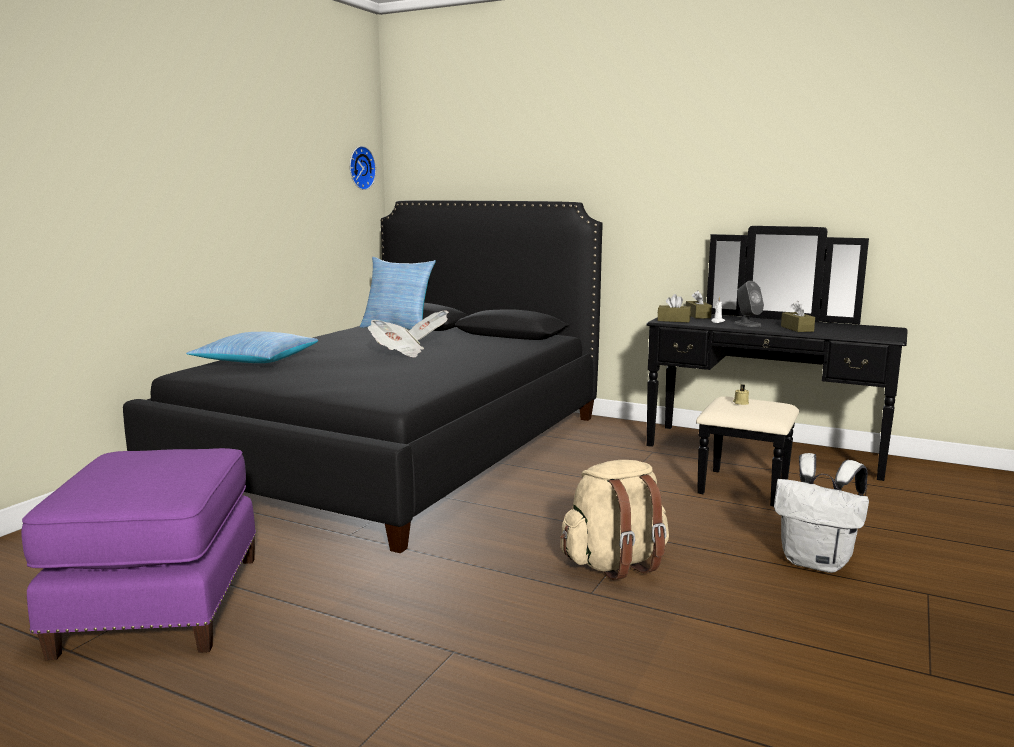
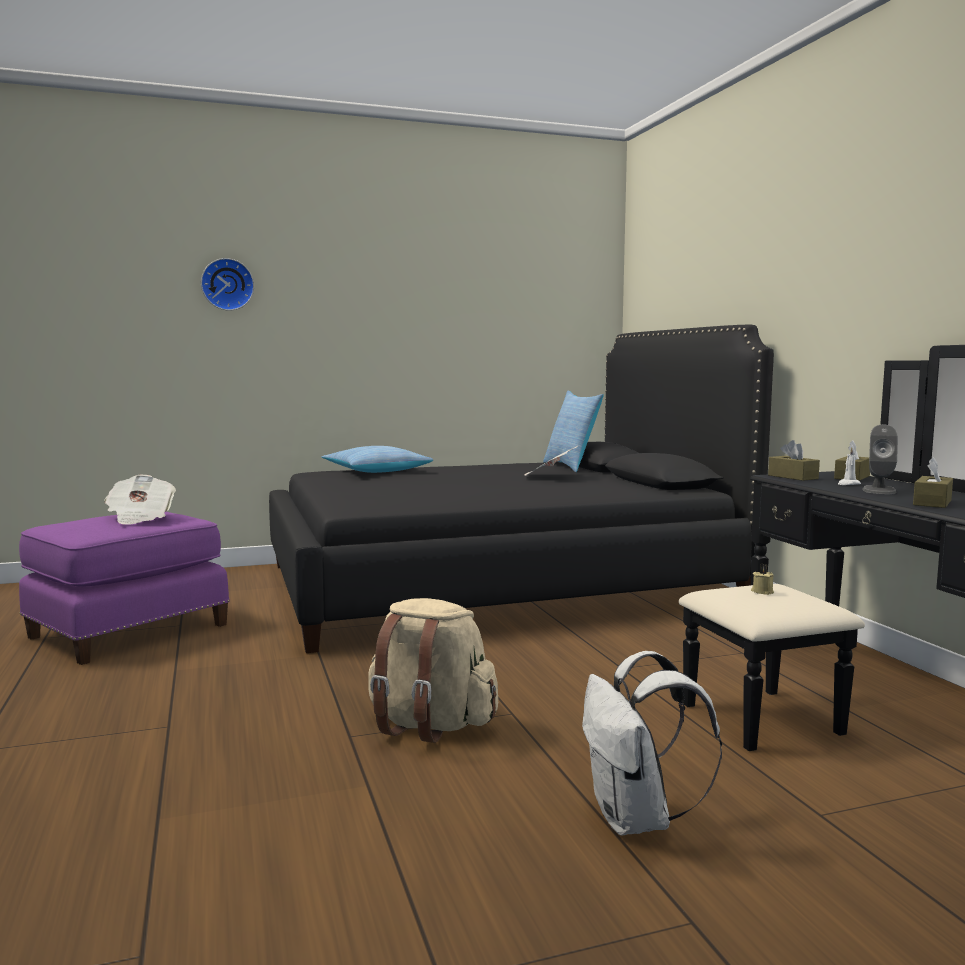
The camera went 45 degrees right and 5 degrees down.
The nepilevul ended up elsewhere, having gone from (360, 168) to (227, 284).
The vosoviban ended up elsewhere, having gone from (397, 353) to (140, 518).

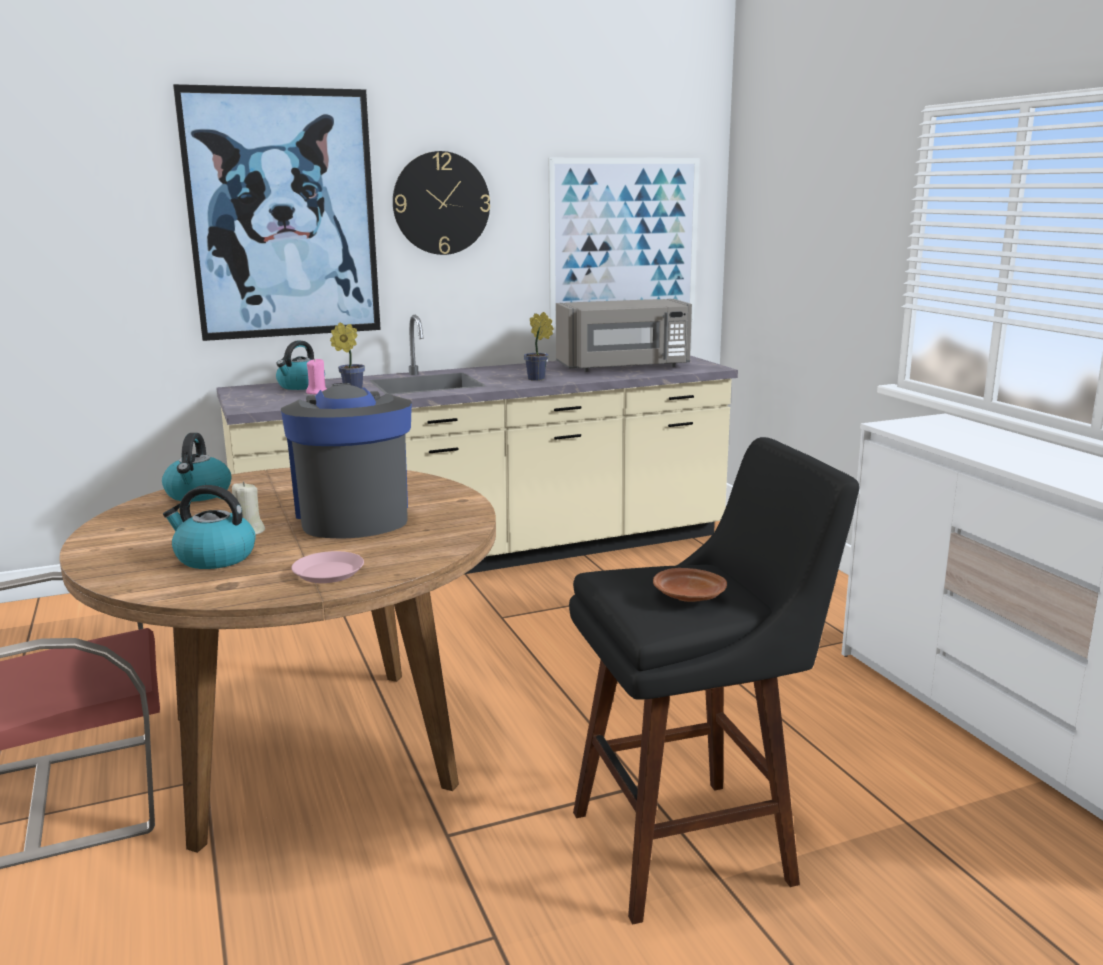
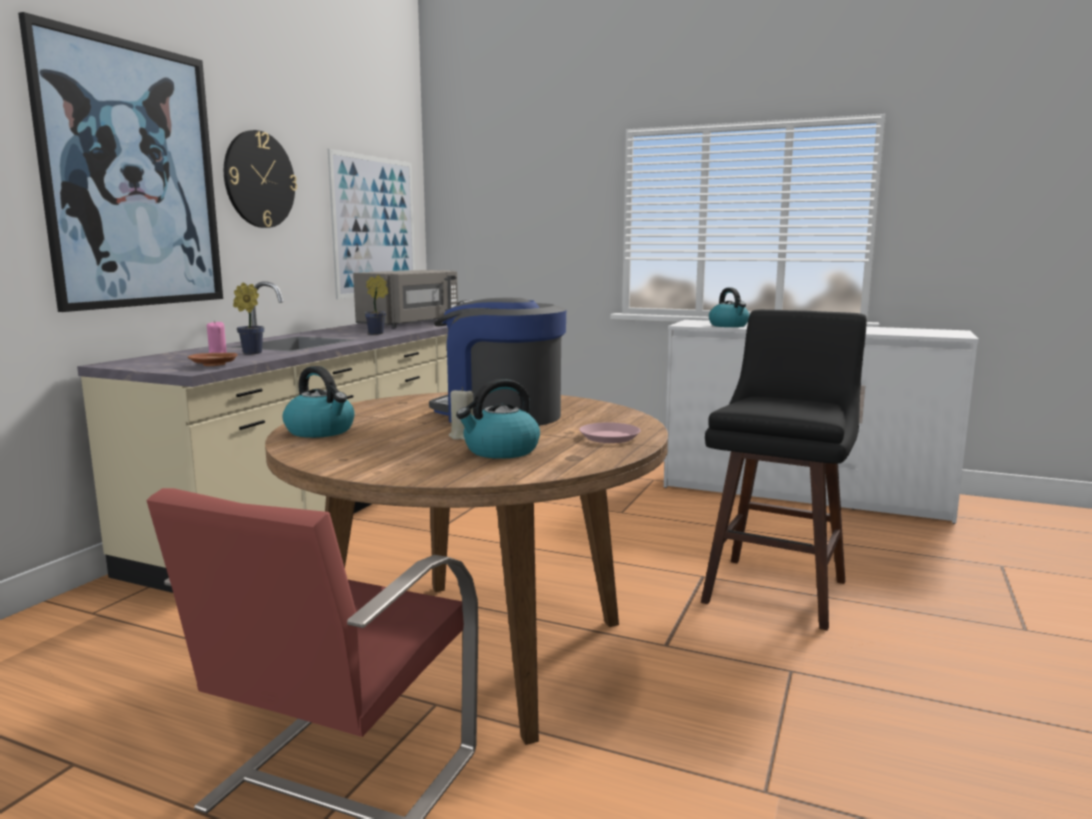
The camera went 45 degrees left and 5 degrees down.
The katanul ended up elsewhere, having gone from (301, 386) to (729, 325).
The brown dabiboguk ended up elsewhere, having gone from (690, 596) to (214, 365).

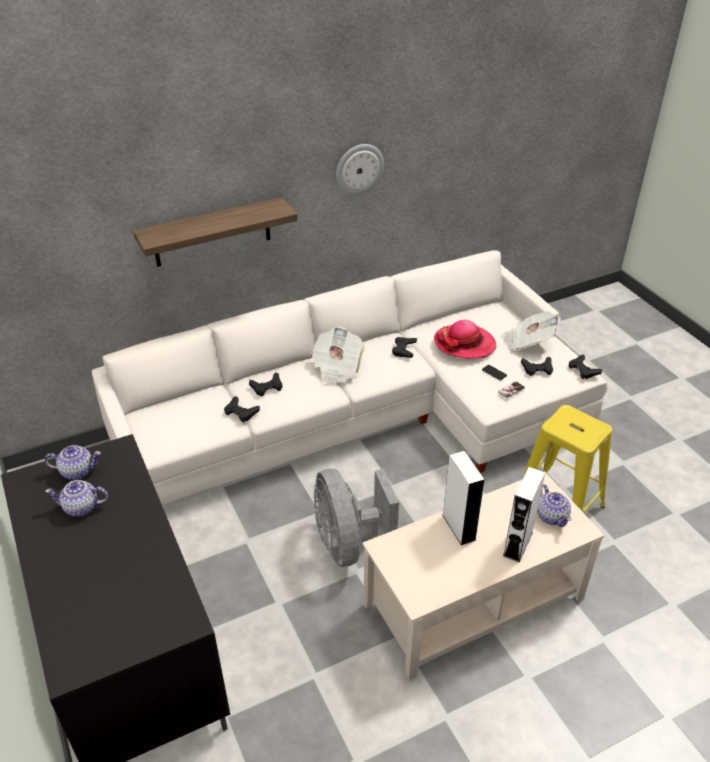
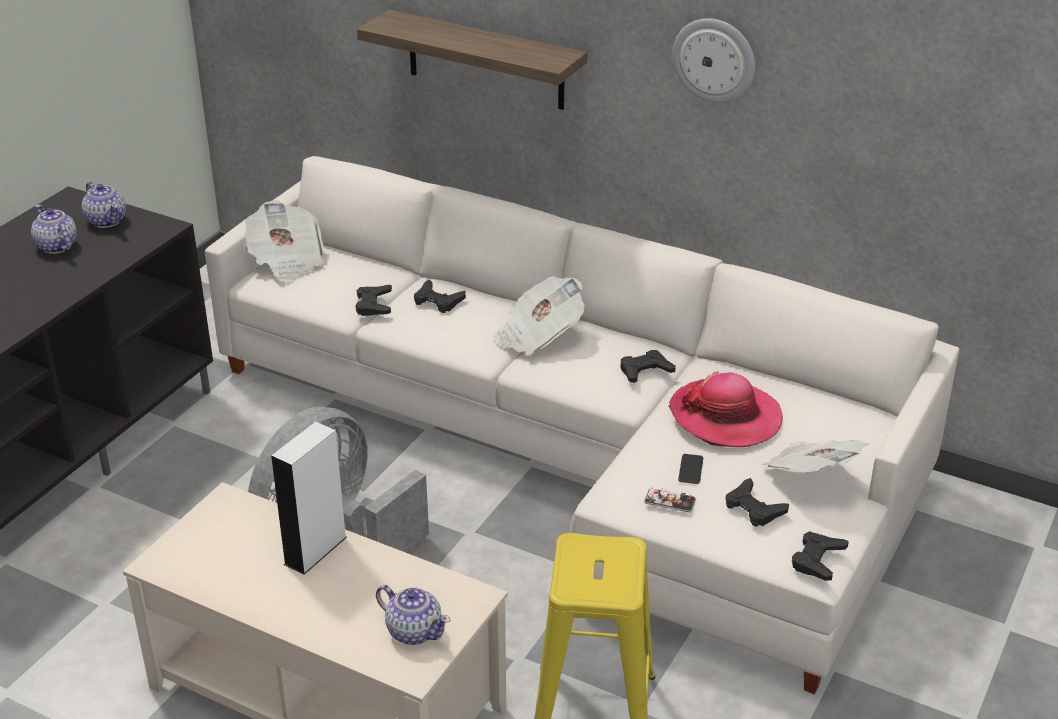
The camera went 55 degrees right and 5 degrees down.
The second view lost the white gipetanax at (518, 544).
The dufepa at (552, 516) ended up facing another way, 90 degrees counterclockwise from before.
The second view gained the vosoviban at (286, 261).

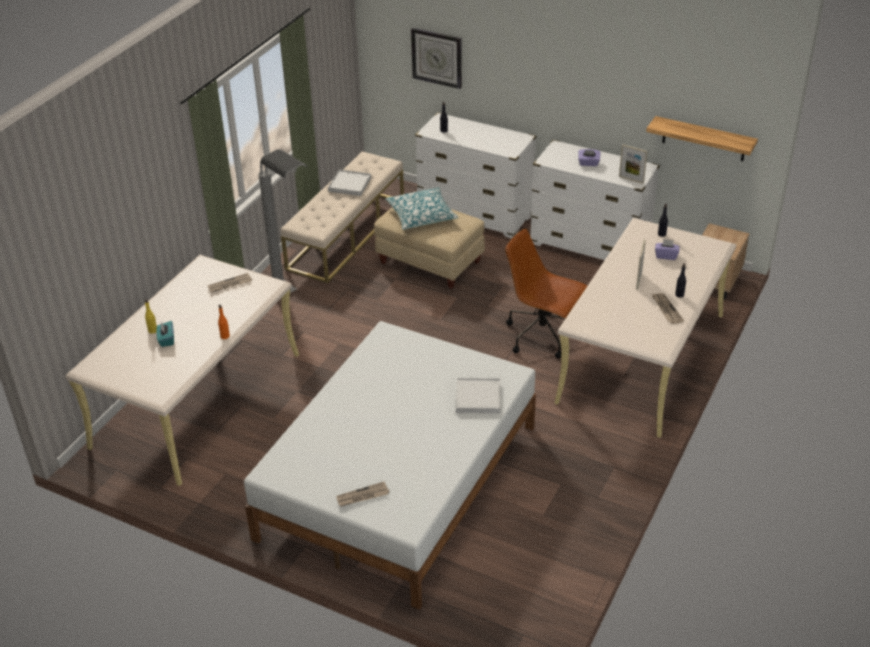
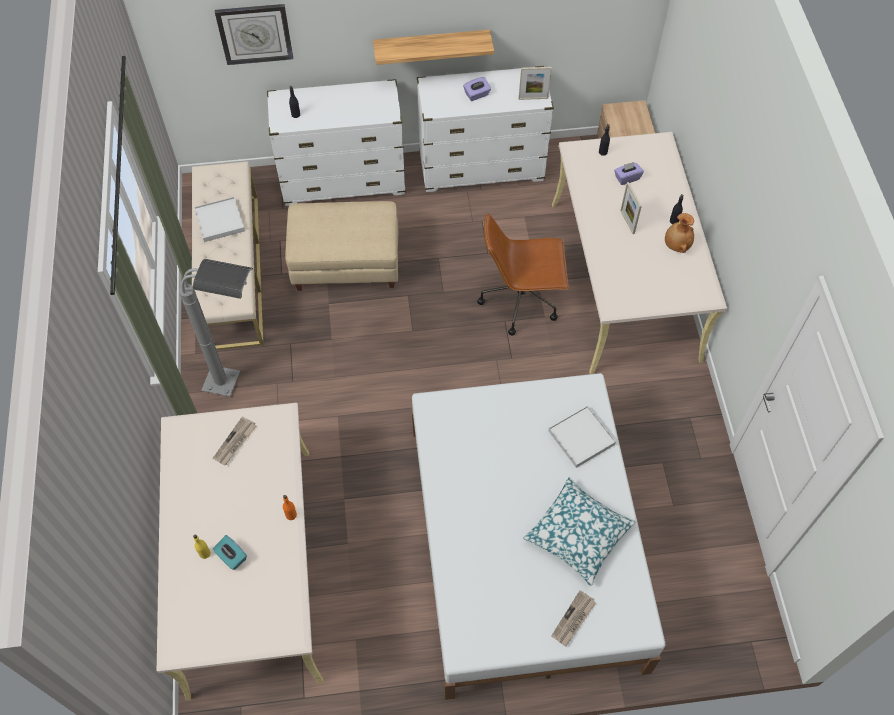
The camera went 35 degrees left and 20 degrees up.
The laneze ended up elsewhere, having gone from (704, 139) to (431, 46).
The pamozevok ended up elsewhere, having gone from (421, 215) to (578, 534).
Where the vosoviban stood at (666, 309), the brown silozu came to stand at (676, 245).

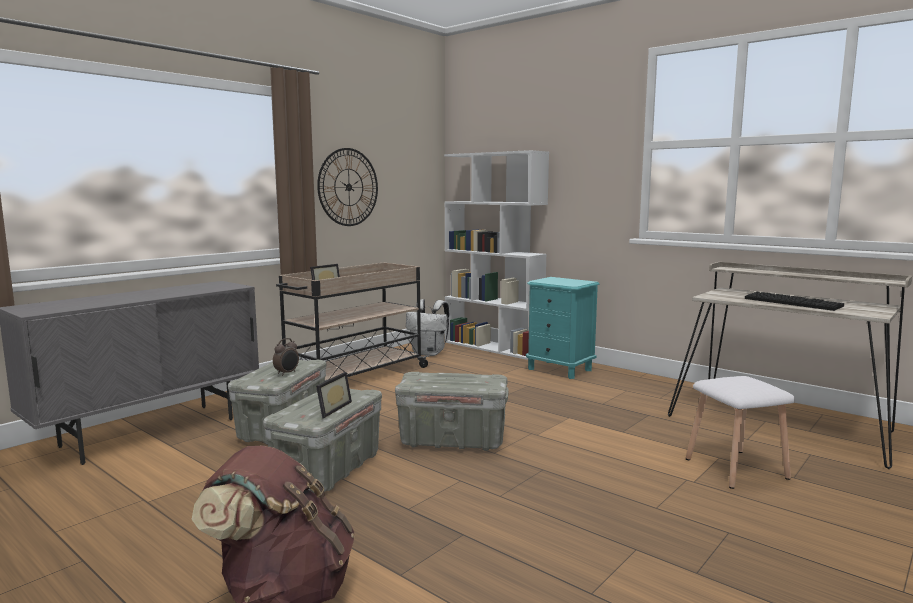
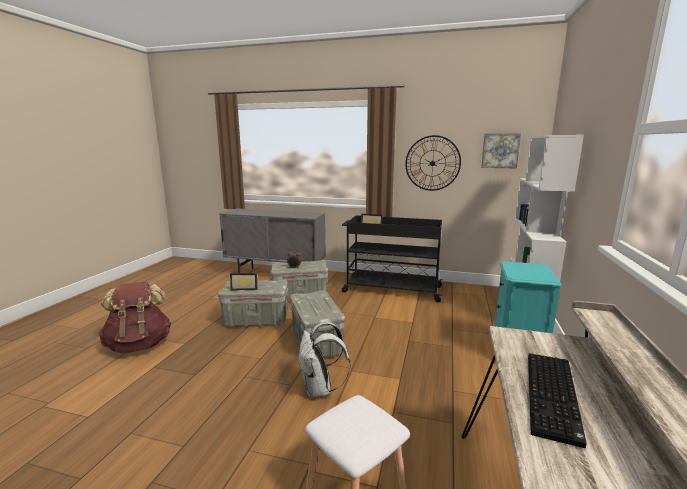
The camera went 65 degrees right and 5 degrees up.
What was the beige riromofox at (354, 377) turned into the black riromofox at (391, 289).
The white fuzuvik ended up elsewhere, having gone from (429, 353) to (320, 389).
The second view gained the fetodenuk at (500, 150).

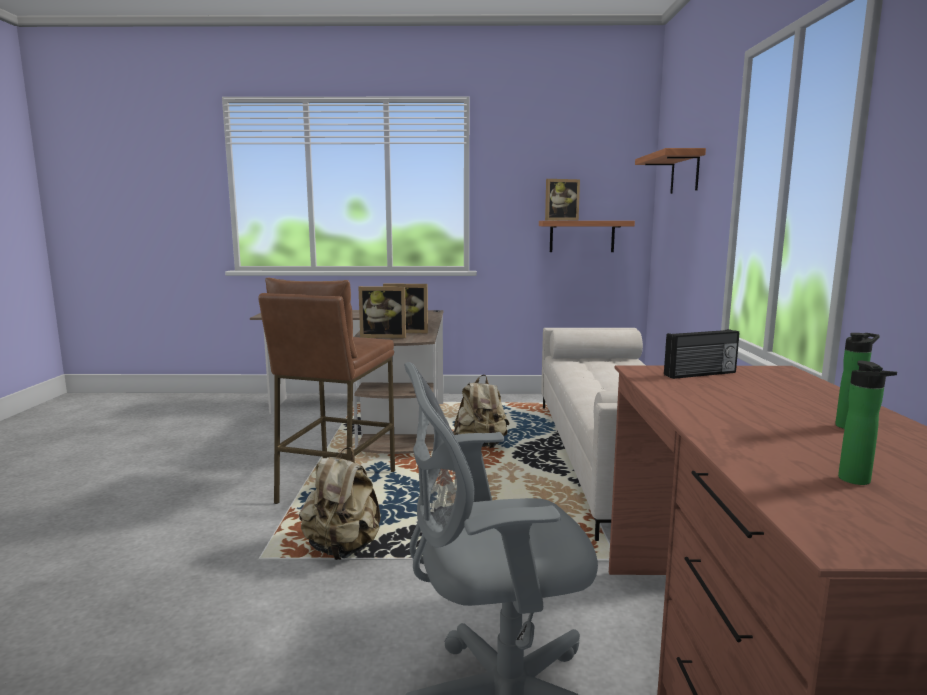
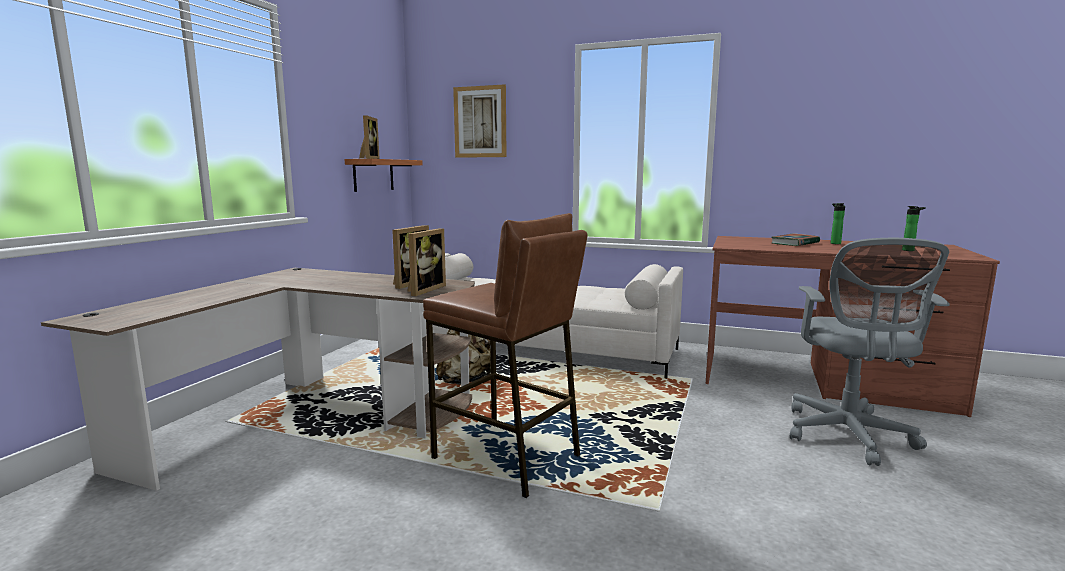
The camera went 70 degrees left and 0 degrees up.
Where the laneze hung at (685, 173), the fetodenuk came to hang at (480, 122).
The second view lost the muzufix at (701, 374).
The second view lost the beige fuzuvik at (343, 549).
The second view gained the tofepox at (795, 243).

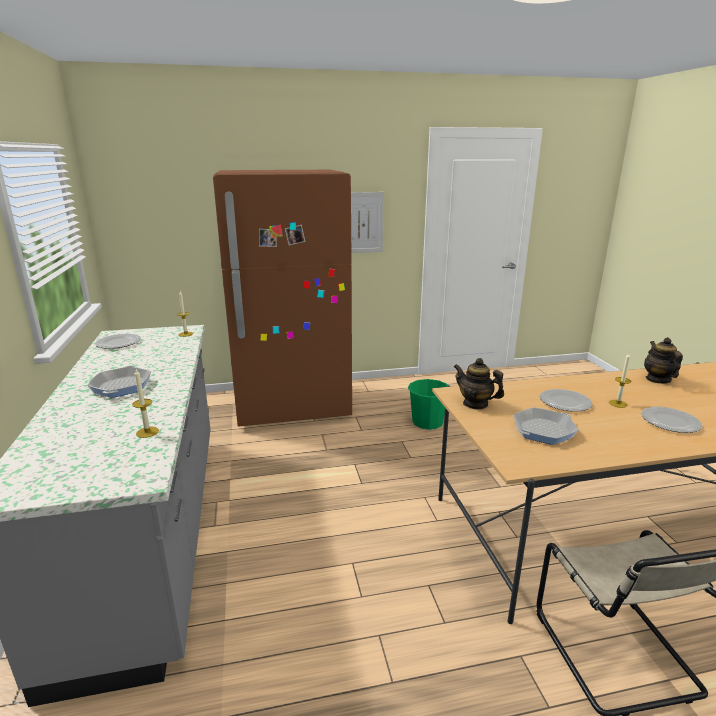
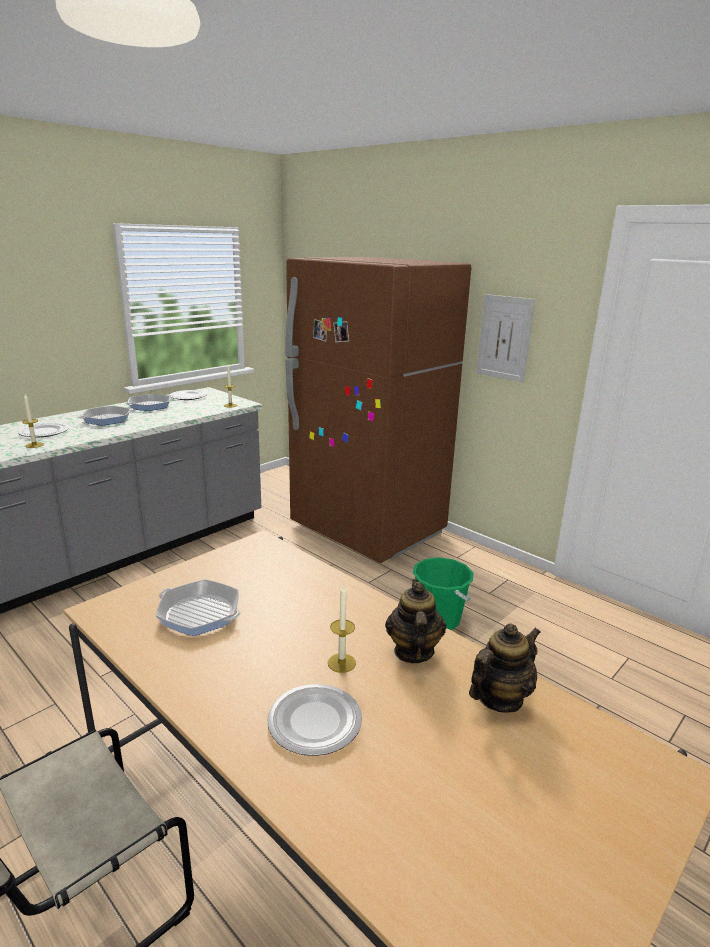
The camera went 55 degrees right and 0 degrees up.
The dufepa ended up elsewhere, having gone from (475, 404) to (413, 651).
The dabiboguk ended up elsewhere, having gone from (564, 402) to (44, 432).
The second view gained the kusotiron at (150, 406).

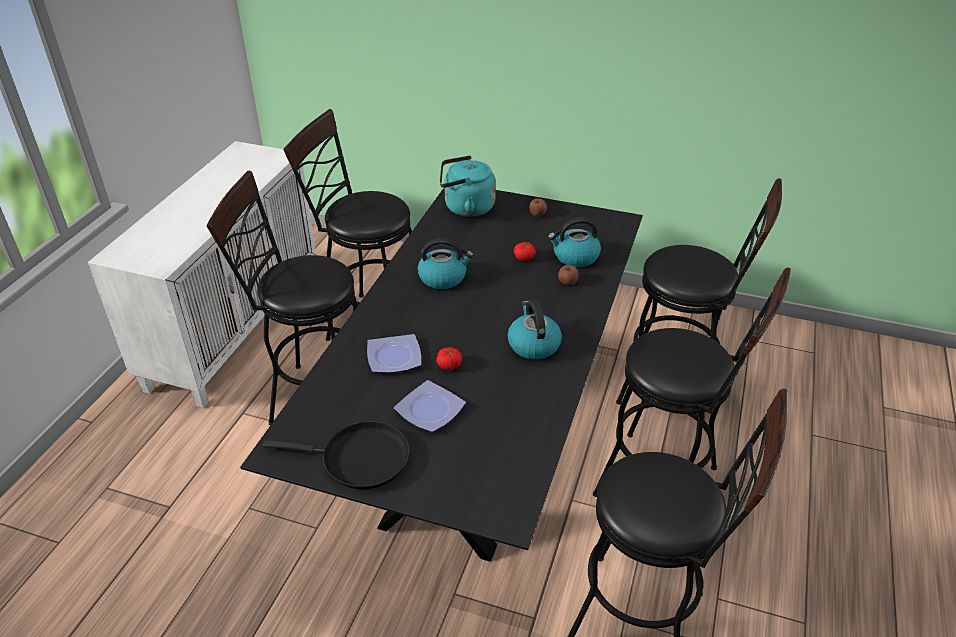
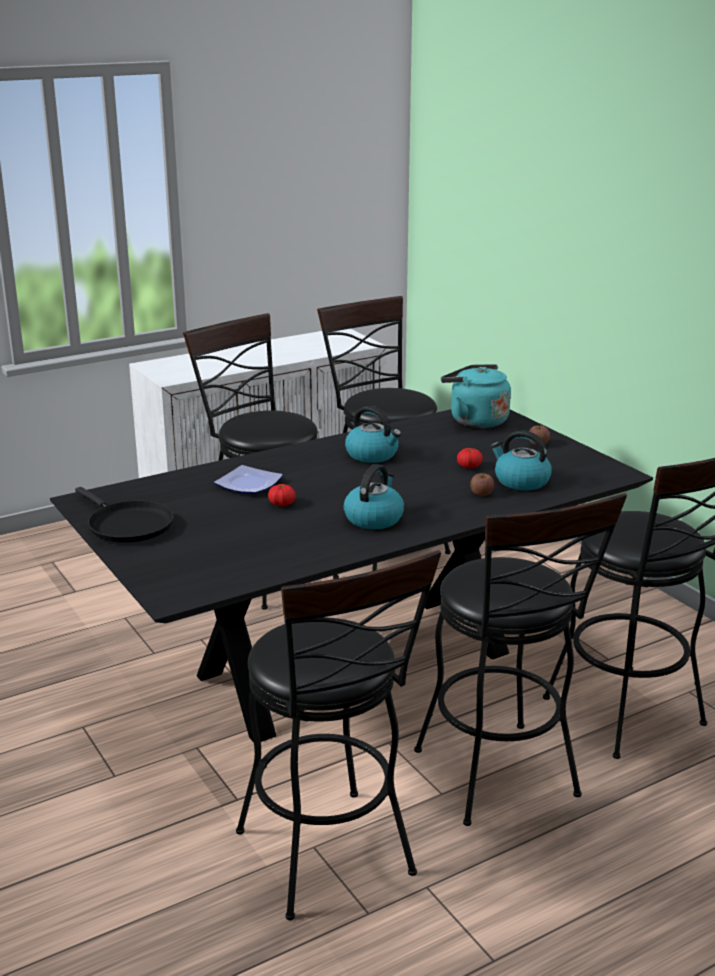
The camera went 40 degrees right and 15 degrees down.
The second view lost the dabiboguk at (430, 411).

